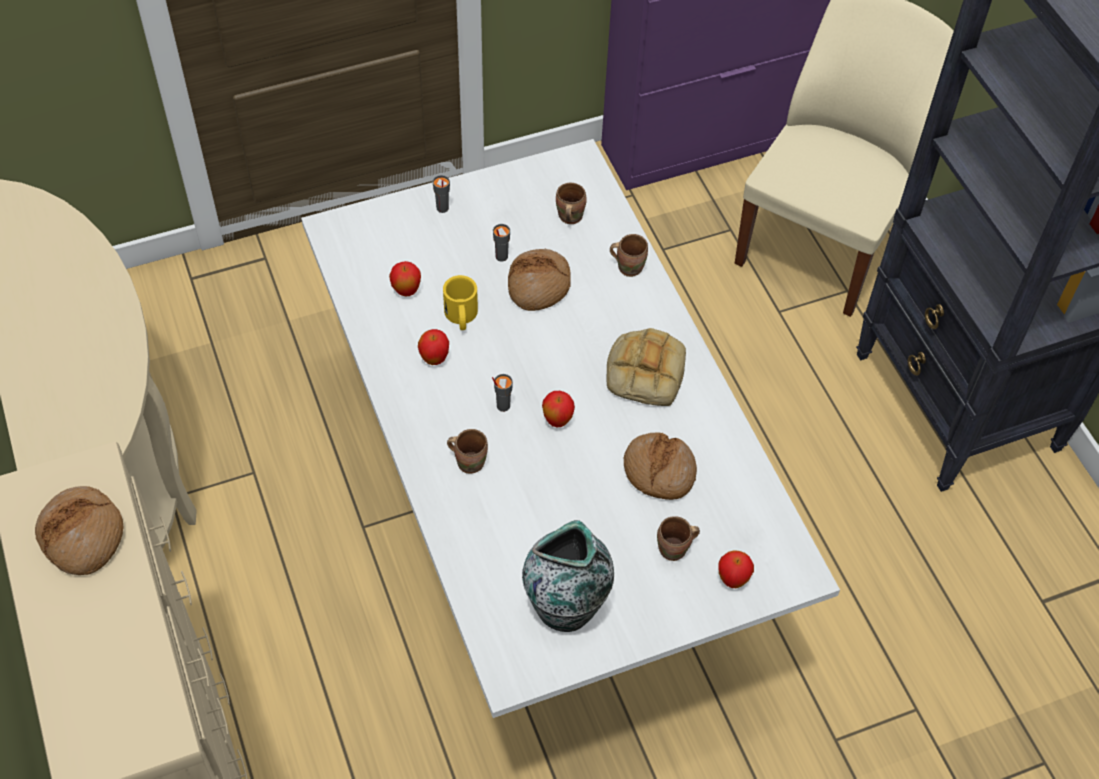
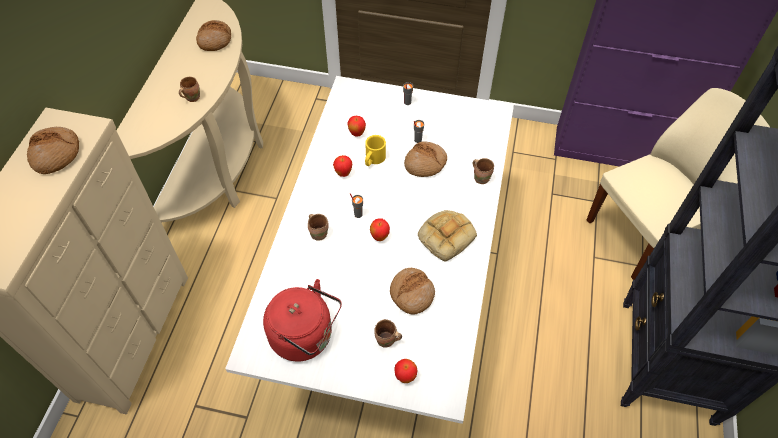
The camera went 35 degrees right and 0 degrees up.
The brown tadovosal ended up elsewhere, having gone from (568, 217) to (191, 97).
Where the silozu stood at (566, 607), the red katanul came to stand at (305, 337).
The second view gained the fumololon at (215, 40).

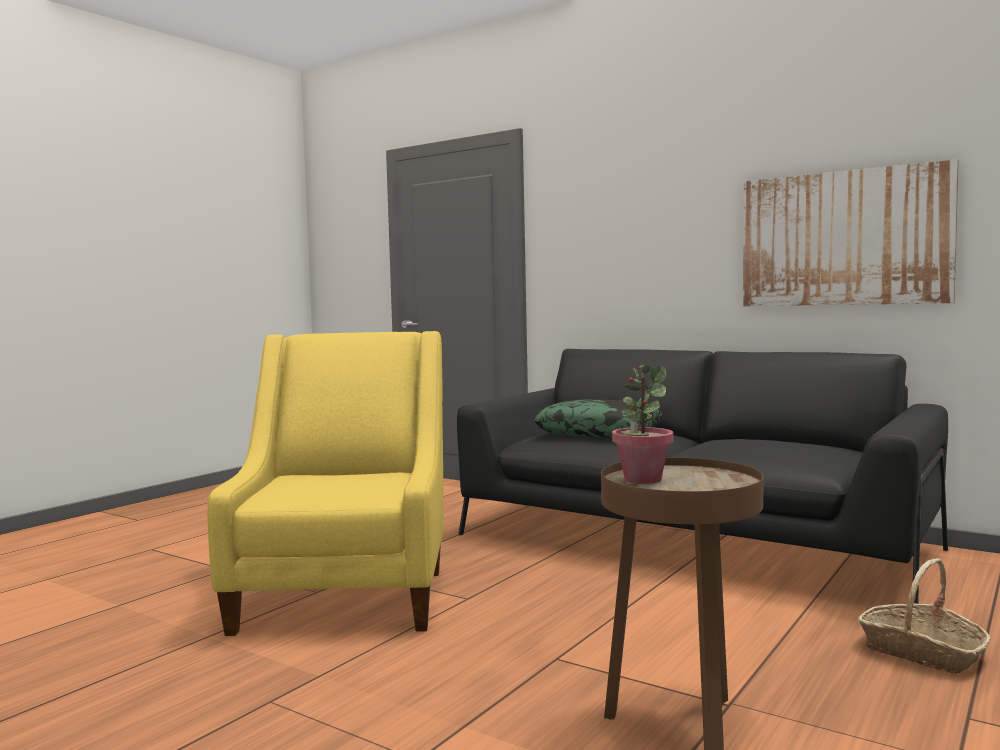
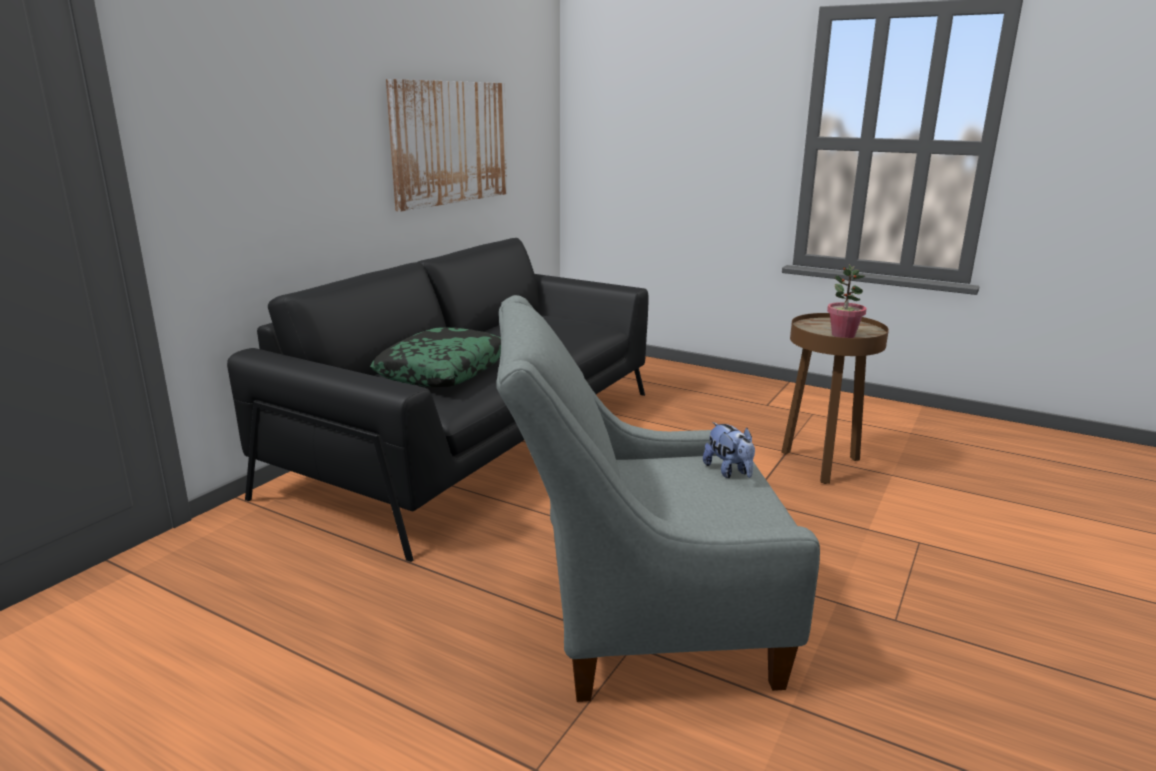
The camera went 95 degrees left and 15 degrees up.
What was the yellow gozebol at (346, 594) turned into the grey gozebol at (637, 620).
The second view lost the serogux at (922, 652).
The second view gained the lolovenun at (729, 472).

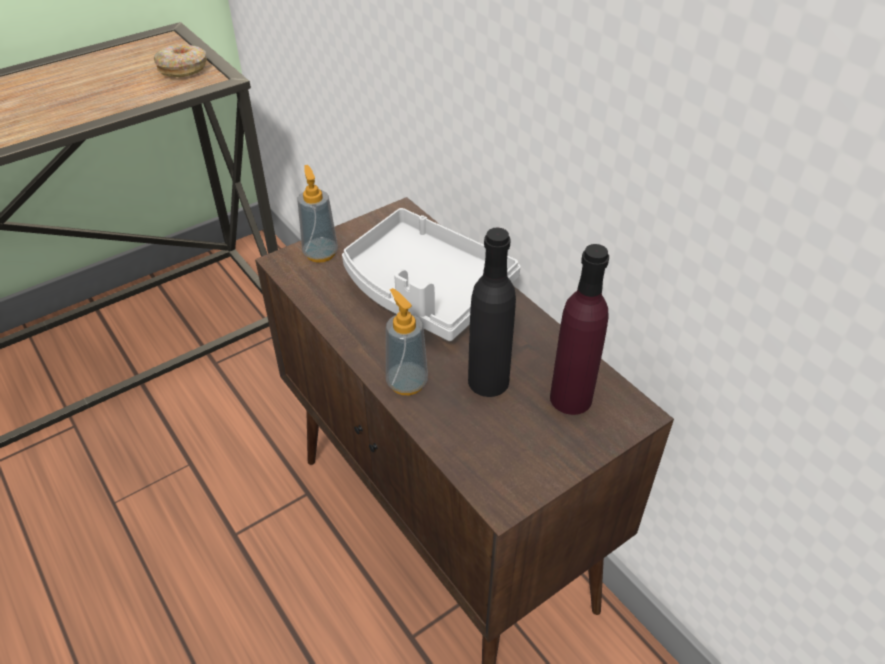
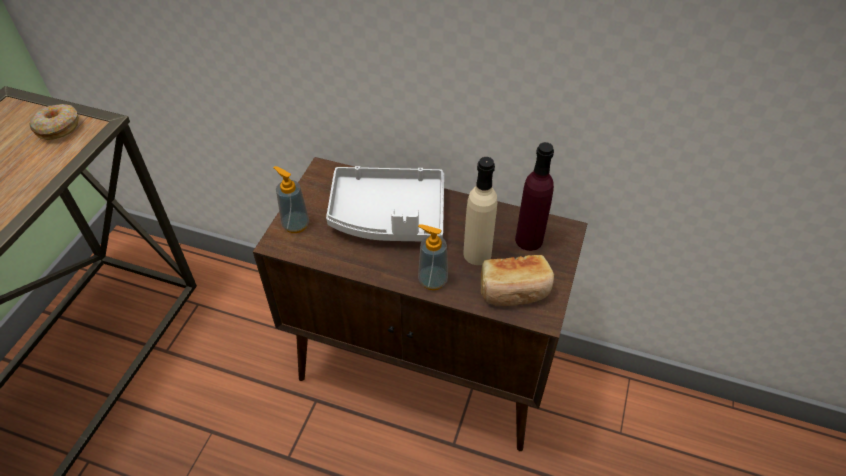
The camera went 35 degrees left and 5 degrees up.
What was the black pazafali at (488, 381) turned into the beige pazafali at (477, 254).
The second view gained the fumololon at (514, 290).

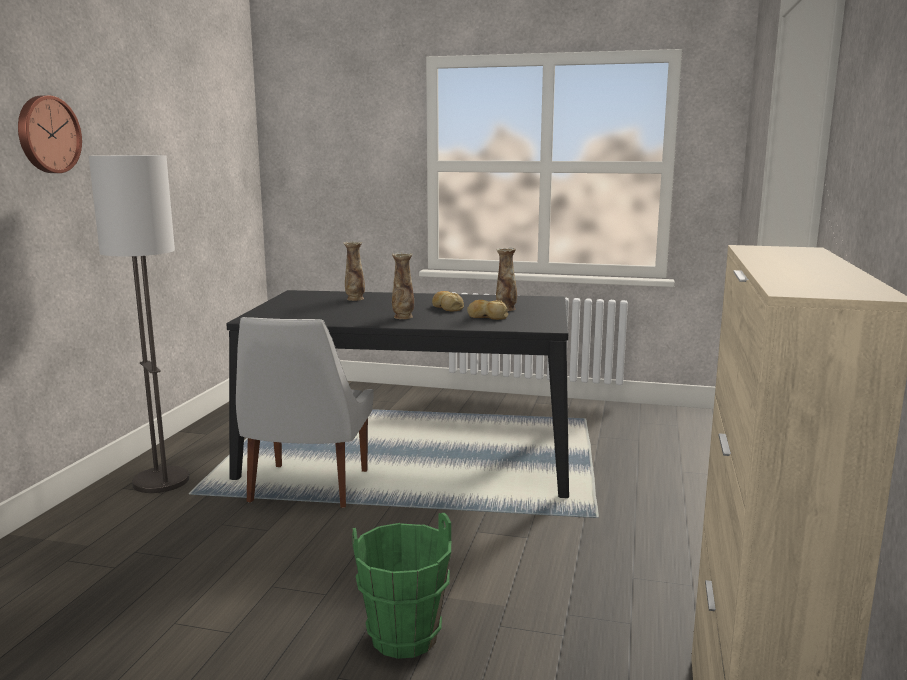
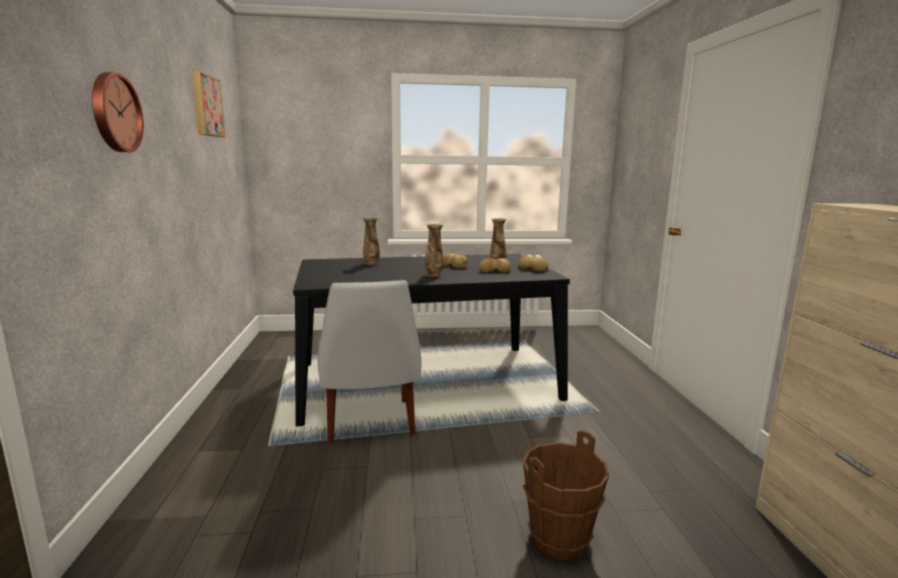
The camera went 20 degrees left and 0 degrees up.
The second view lost the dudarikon at (161, 481).
What was the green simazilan at (404, 638) turned into the brown simazilan at (560, 539).
The second view gained the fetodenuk at (206, 106).
The second view gained the fumololon at (532, 269).

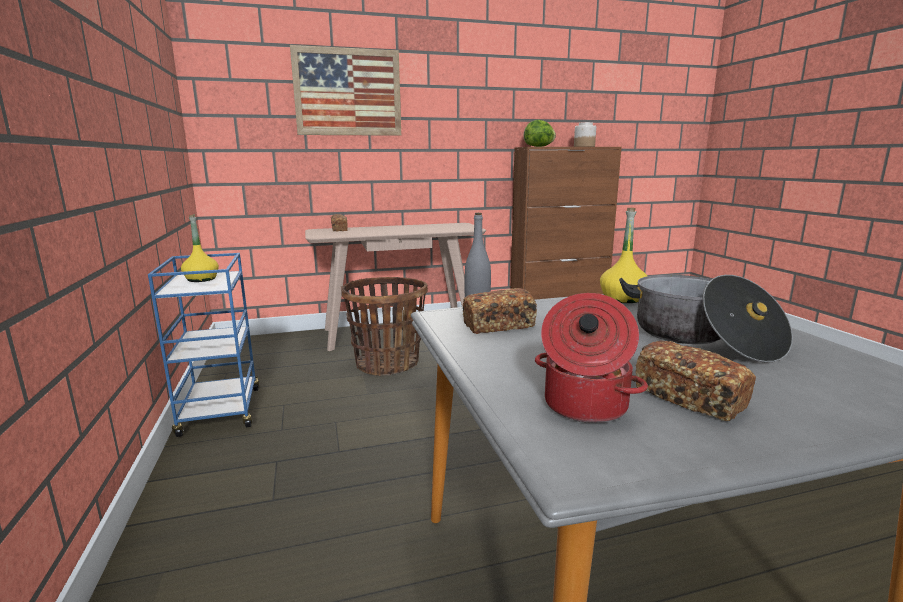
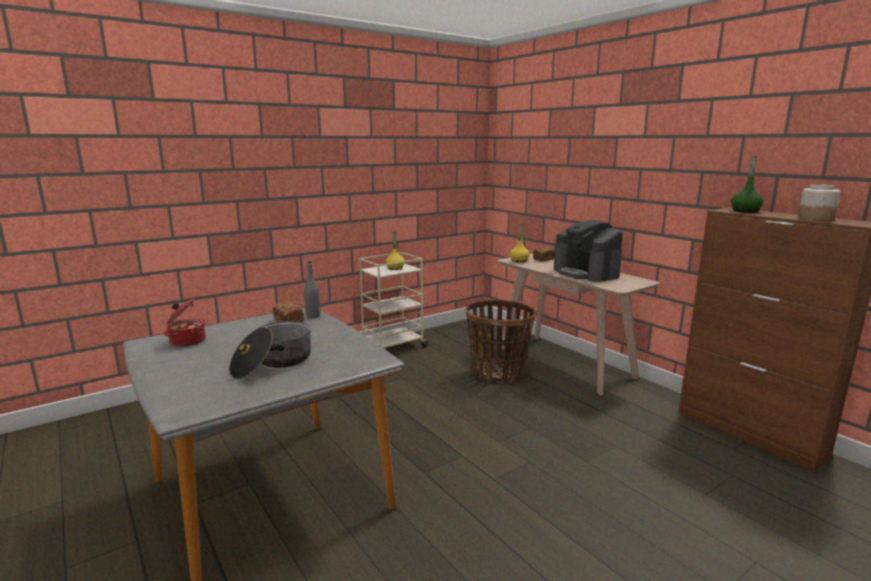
The camera went 70 degrees right and 0 degrees up.
The second view lost the fetodenuk at (348, 92).
Where the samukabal stood at (539, 146), the green pazafali came to stand at (745, 211).
The yellow pazafali ended up elsewhere, having gone from (622, 298) to (519, 260).
What was the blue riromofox at (221, 412) turned into the beige riromofox at (393, 346).
The second view lost the fumololon at (690, 398).
The second view gained the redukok at (586, 273).

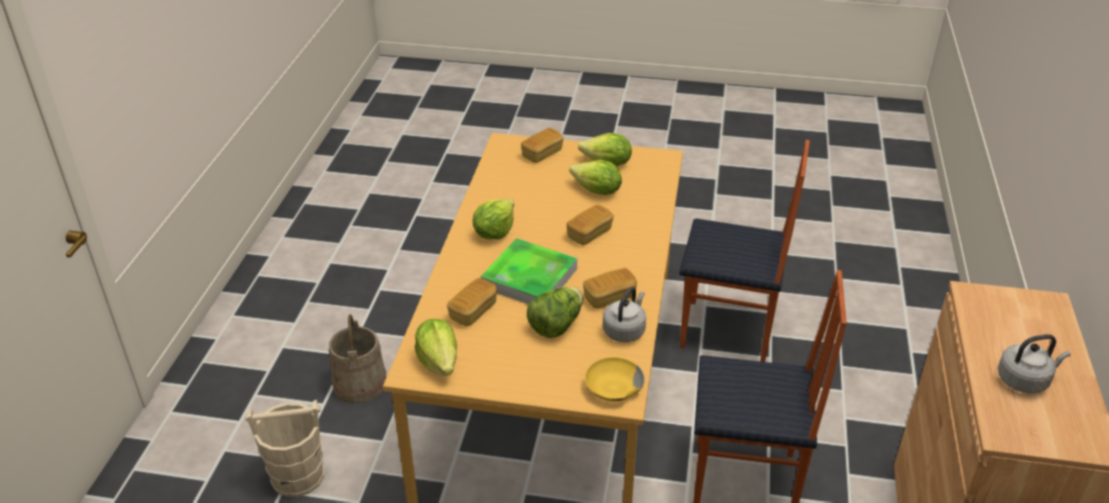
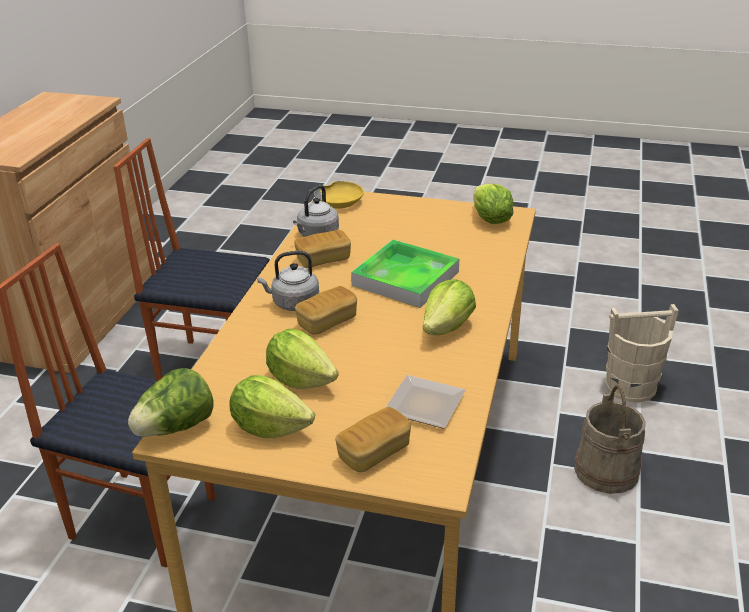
The camera went 175 degrees left and 5 degrees down.
The second view lost the fumololon at (473, 311).
The samukabal ended up elsewhere, having gone from (556, 325) to (176, 427).
The grey katanul ended up elsewhere, having gone from (1024, 380) to (293, 303).
The second view gained the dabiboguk at (426, 407).

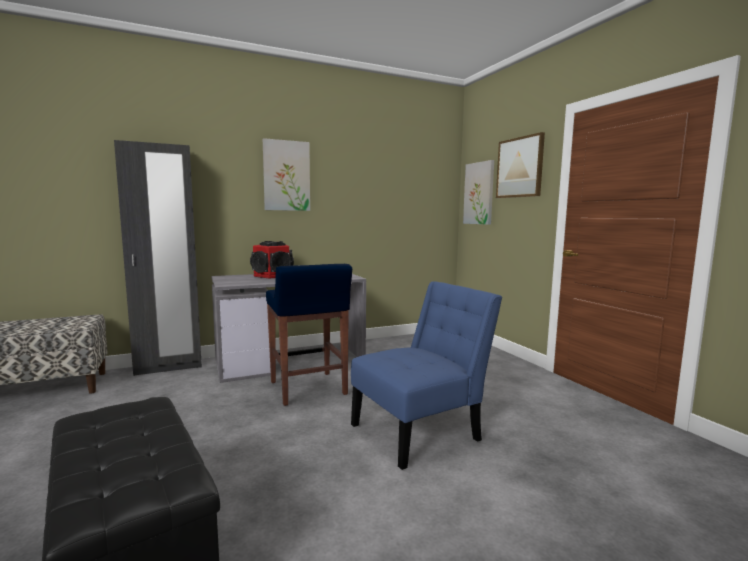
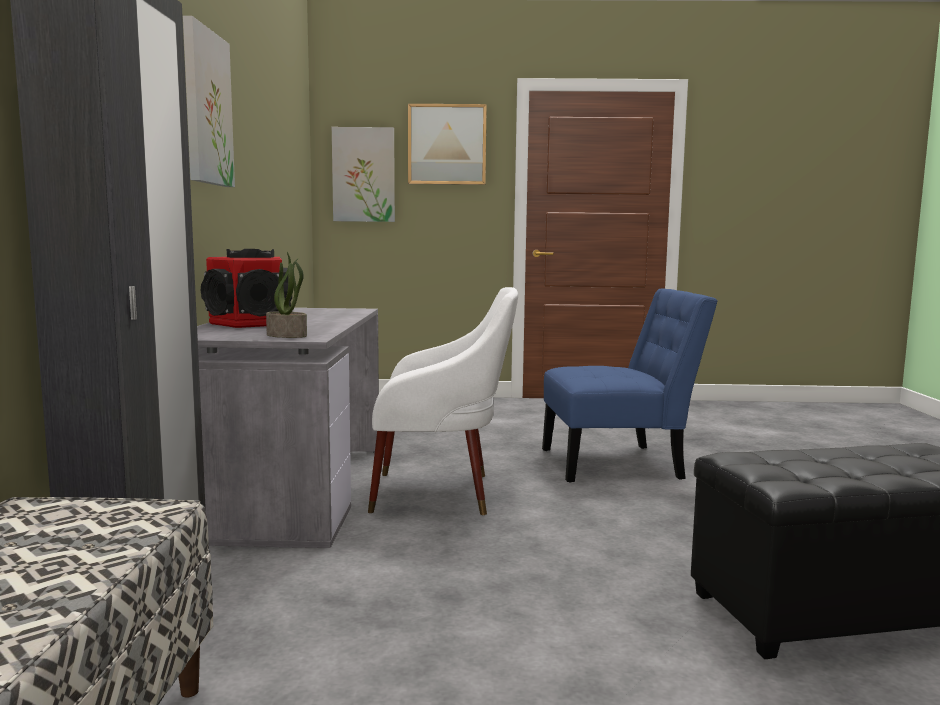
The camera went 65 degrees left and 0 degrees up.
Where the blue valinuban stood at (308, 389), the white gozebol came to stand at (442, 493).
The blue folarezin at (421, 431) ended up facing another way, 90 degrees clockwise from before.
The second view gained the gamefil at (287, 335).

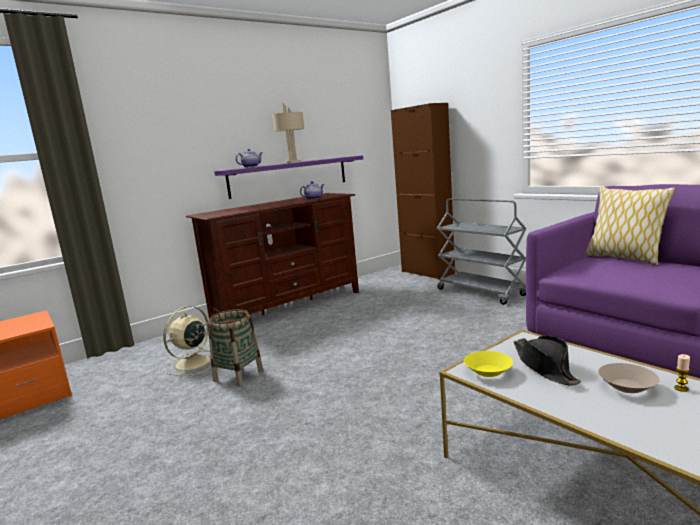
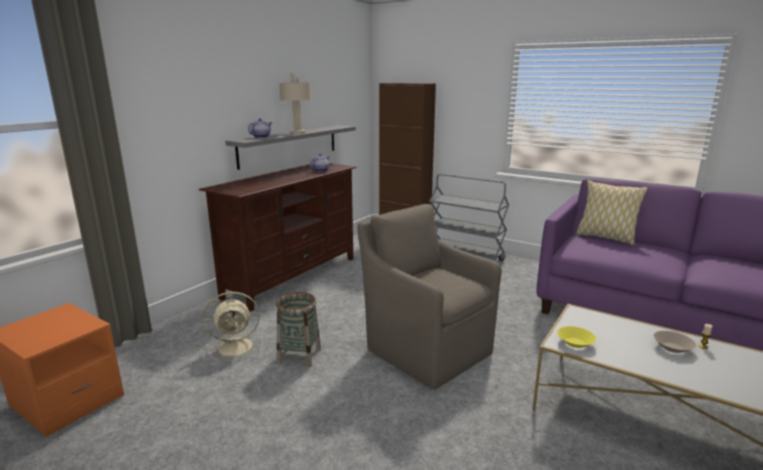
The camera went 20 degrees left and 5 degrees up.
What was the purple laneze at (289, 176) turned into the grey laneze at (289, 145).
The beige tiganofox at (191, 364) ended up facing another way, 120 degrees counterclockwise from before.
The second view lost the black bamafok at (544, 367).
The second view gained the brown gozebol at (426, 349).

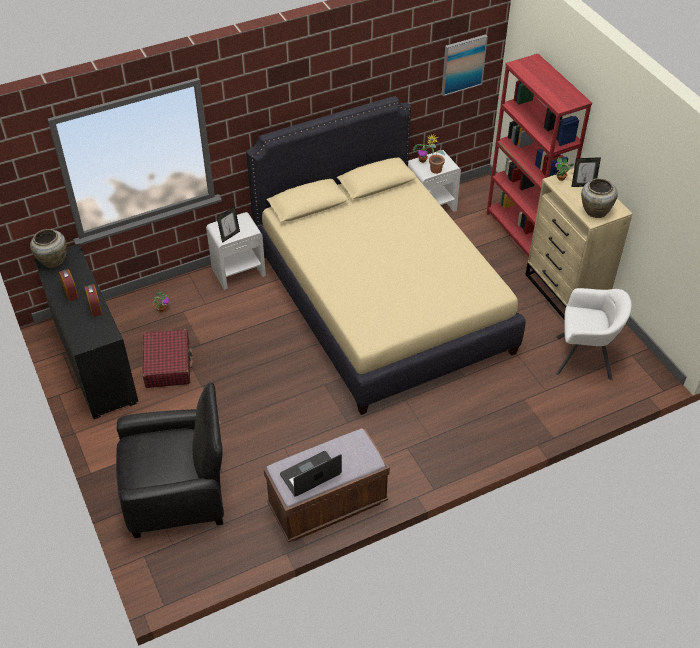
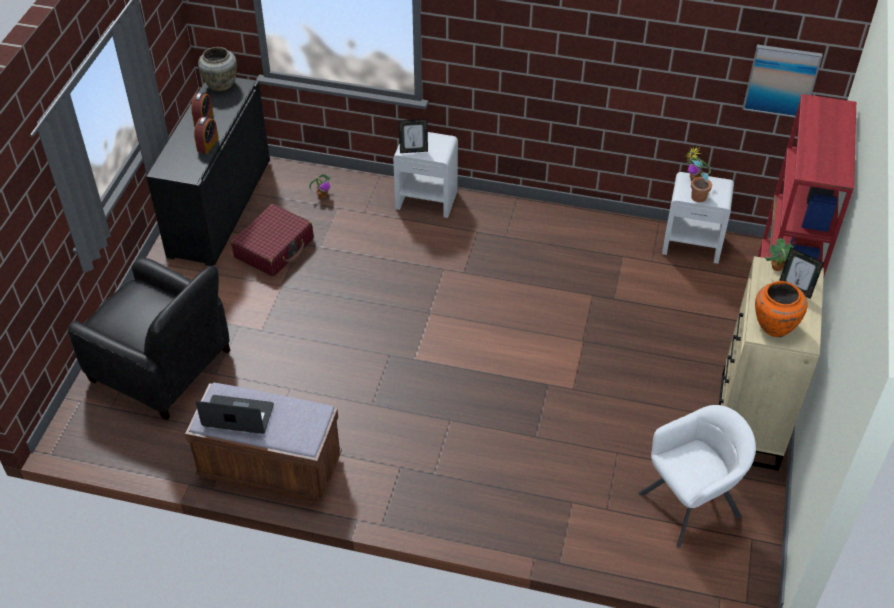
The camera went 40 degrees right and 0 degrees up.
The second view lost the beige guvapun at (381, 301).
What was the beige silozu at (594, 211) turned into the orange silozu at (774, 325).
The white gozebol at (584, 358) ended up facing another way, 75 degrees counterclockwise from before.

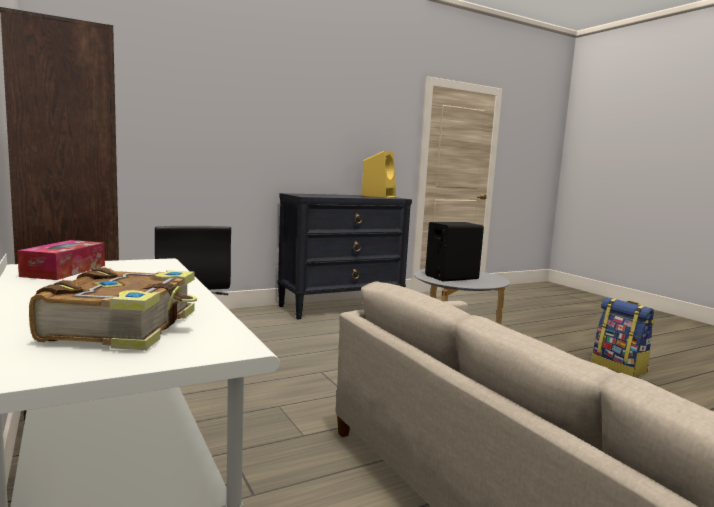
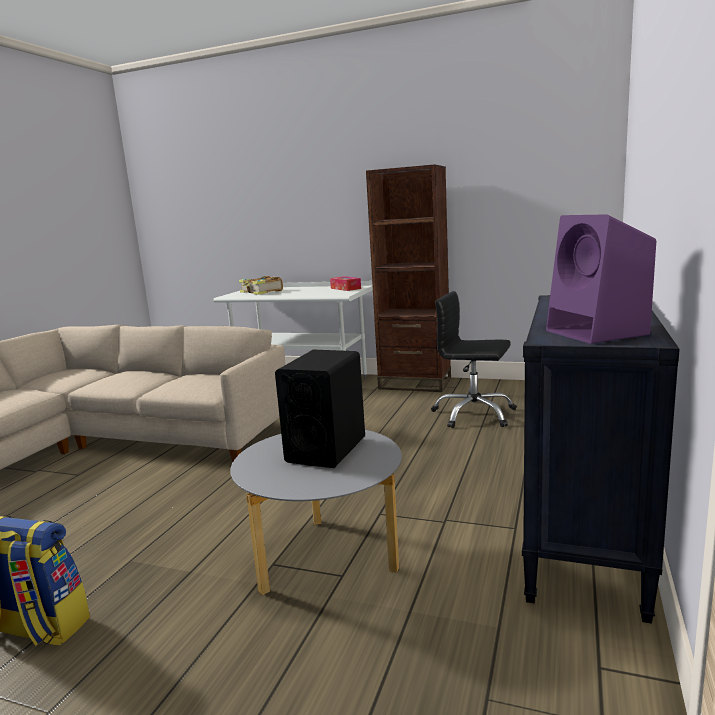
The camera went 140 degrees right and 5 degrees up.
What was the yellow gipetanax at (379, 196) turned into the purple gipetanax at (598, 333).

